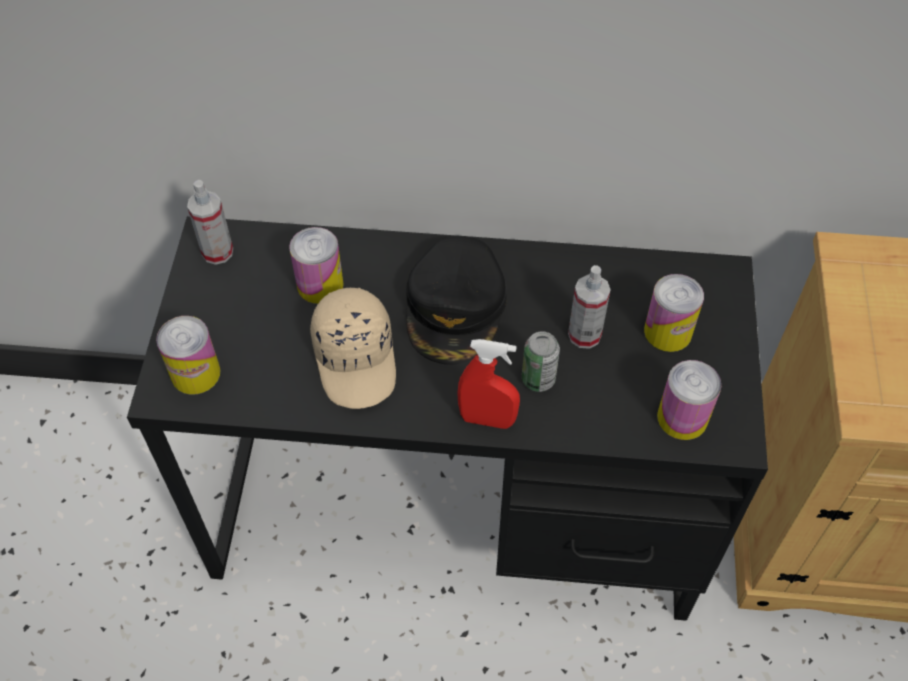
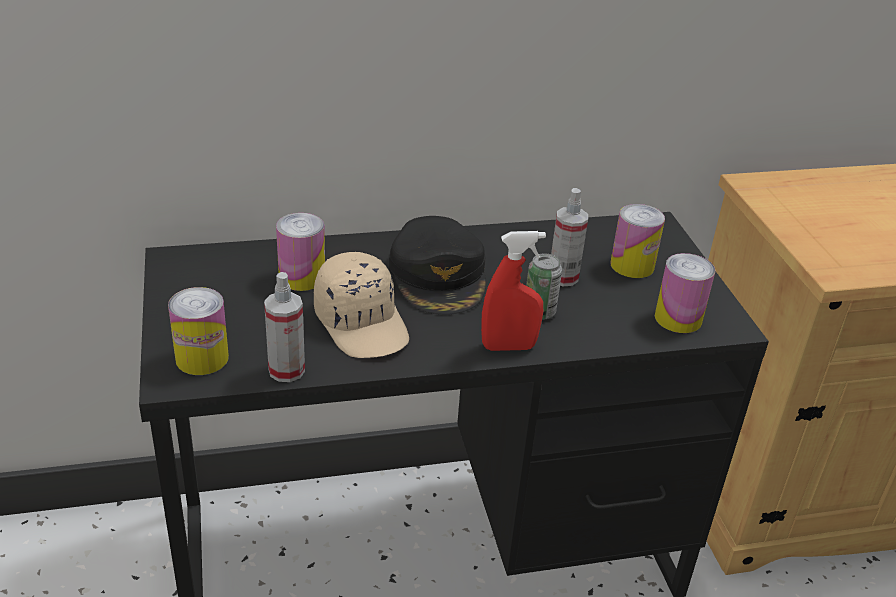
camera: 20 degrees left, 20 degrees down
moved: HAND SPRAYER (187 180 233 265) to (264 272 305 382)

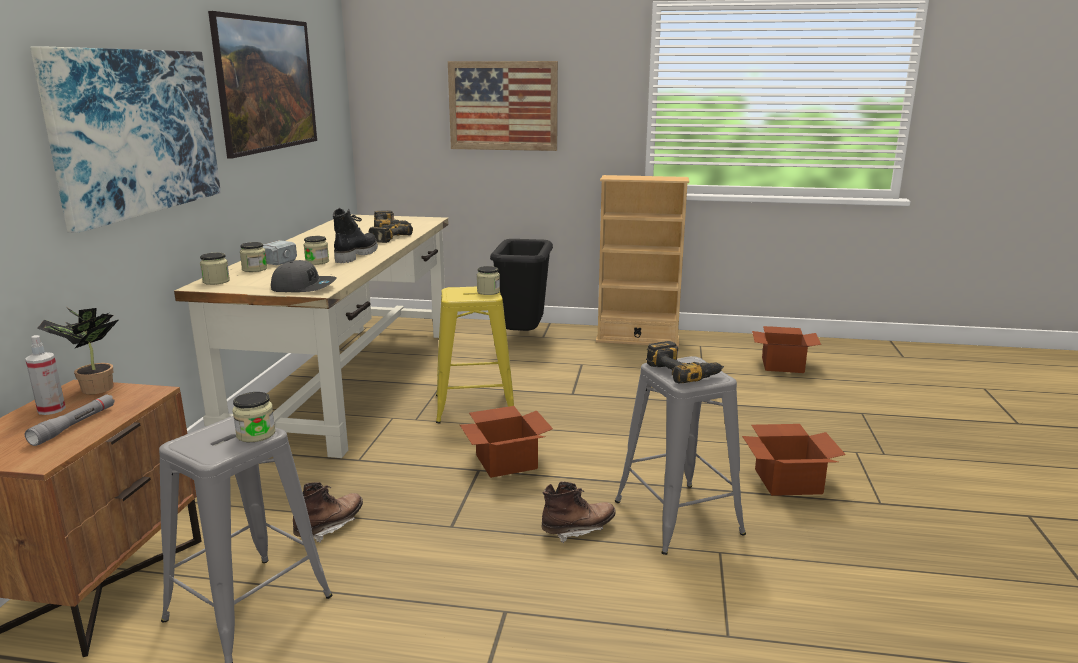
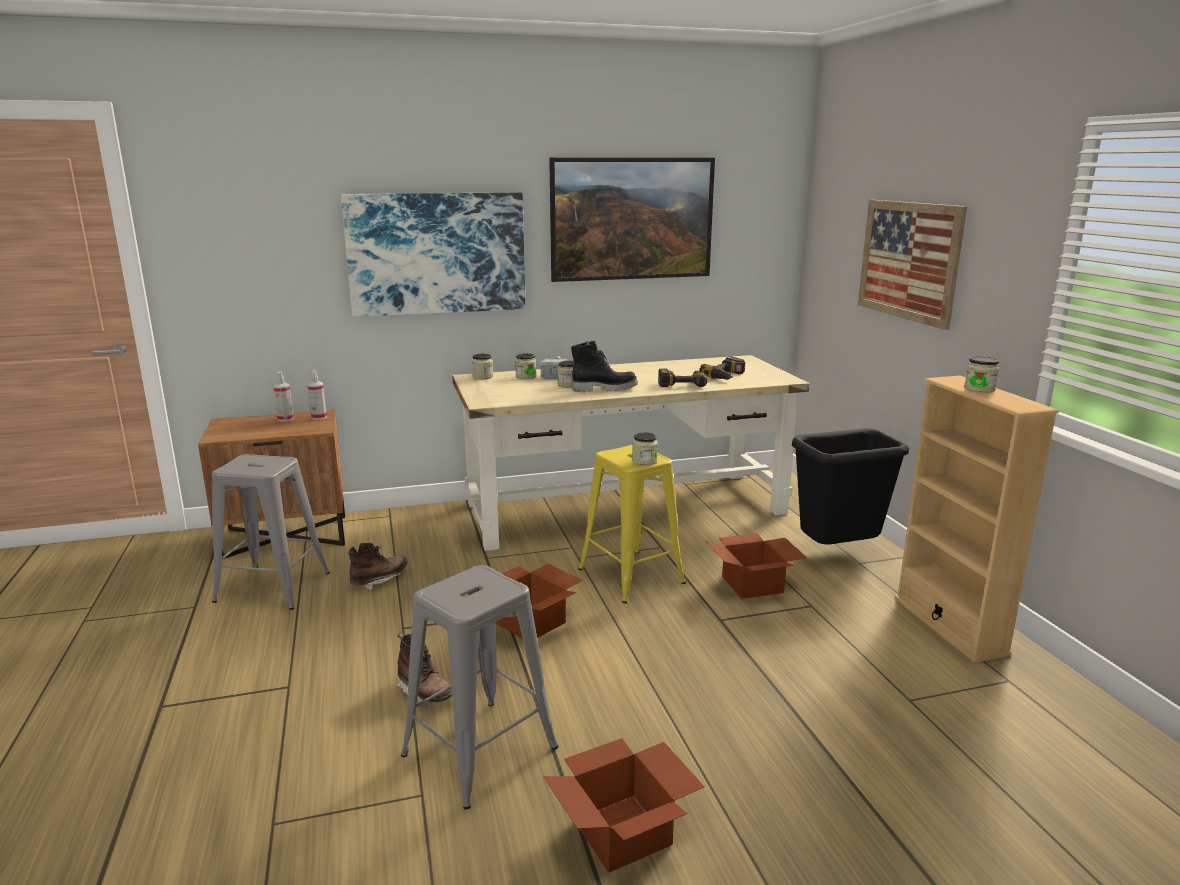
camera: 65 degrees right, 0 degrees up
removed: GREYISH FLASHLIGHT (25 394 115 446); GREYISH CAP (271 260 337 292); ELECTRIC DRILL (646 341 724 384)
moved: JAR (233 392 275 442) to (964 357 999 393); CARDBOARD BOX (752 326 821 373) to (706 533 807 599)
replaced: HOUSEPLANT (37 308 118 394) to HAND SPRAYER (307 370 327 420)
turned: BROWN HIGH-TOP BOOT (293 482 363 543) = (348 543 407 591) 60 degrees counterclockwise

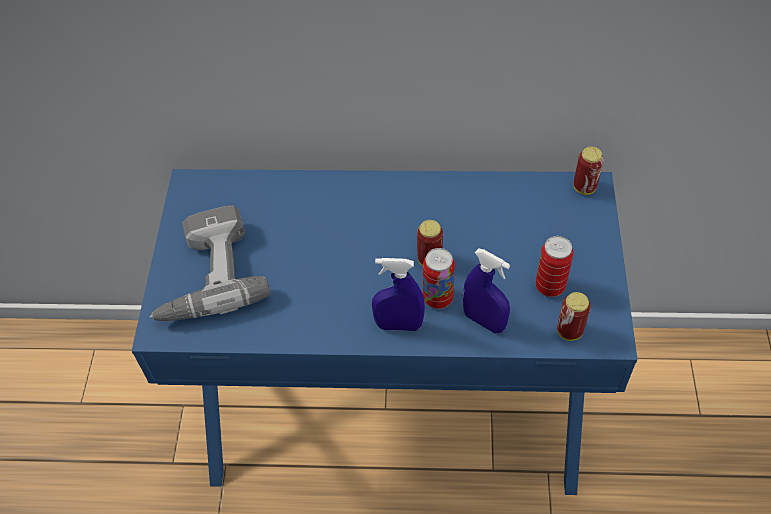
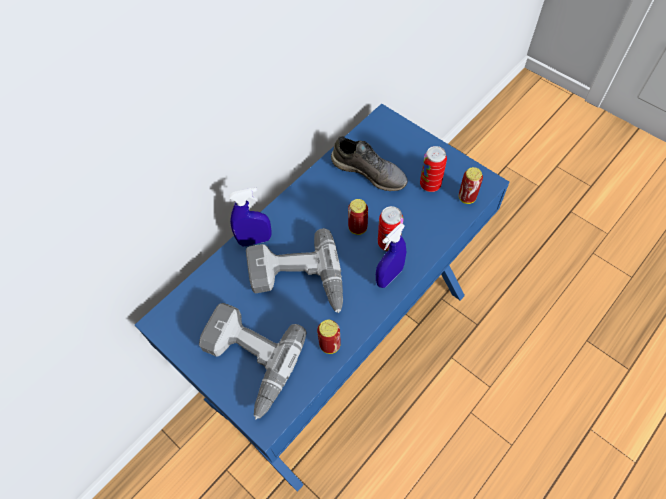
camera: 50 degrees left, 5 degrees up
added: ELECTRIC DRILL (246 228 343 313); GREYISH SHOE (331 136 408 191)
moved: BLUISH HAND SPRAYER (463 248 510 334) to (229 188 272 246); METAL CAN (573 146 604 195) to (317 320 341 354)

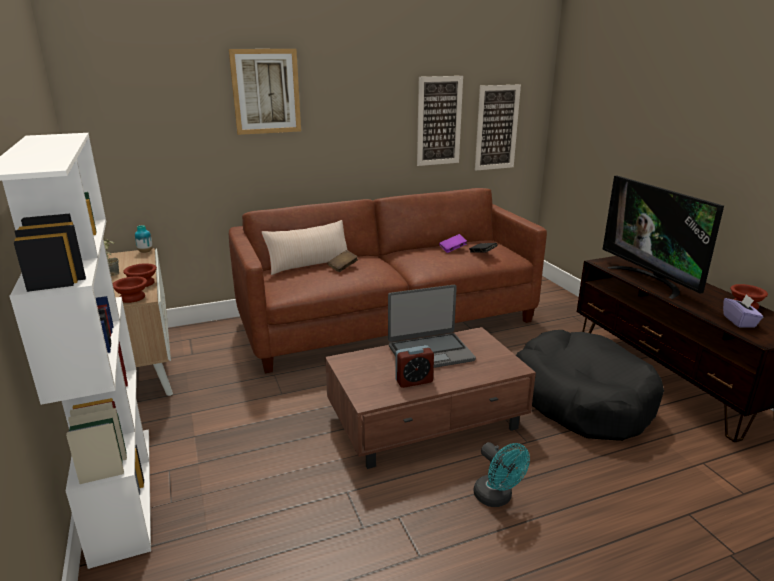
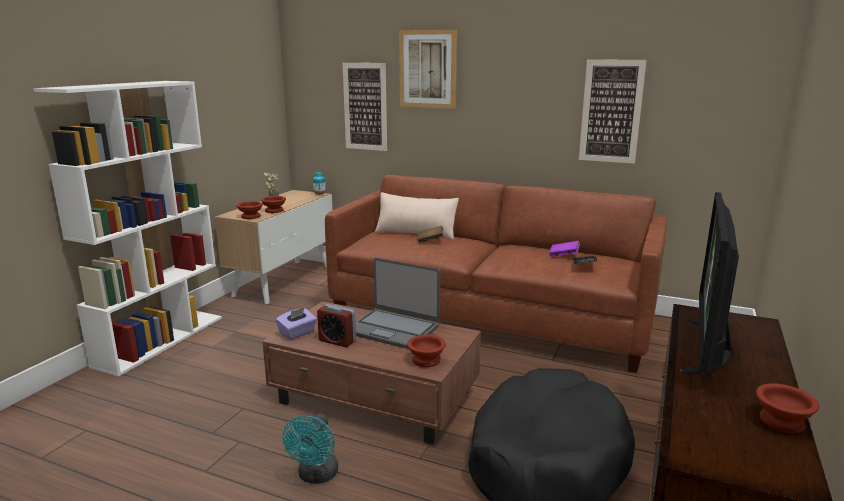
camera: 45 degrees right, 5 degrees down
added: BROWN BOWL (407 334 446 367)
moved: PICTURE (475 84 521 171) to (343 63 387 151); PURPLISH TISSUE BOX (723 294 764 328) to (276 307 317 340)

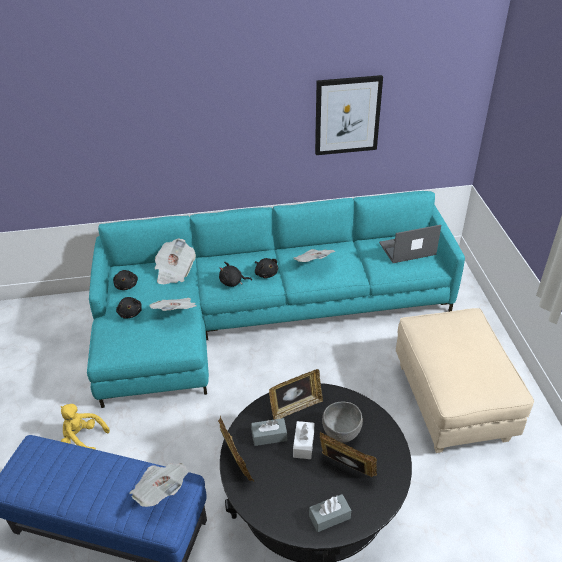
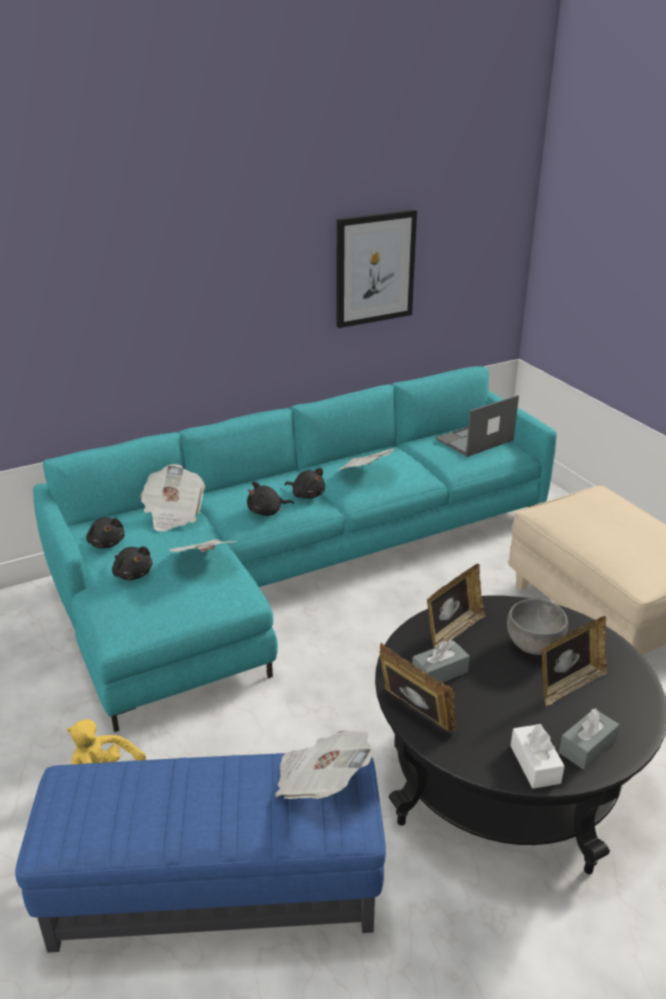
camera: 20 degrees left, 10 degrees down
moved: WHITE TISSUE BOX (293 421 314 459) to (511 724 565 789)
turned: STANDING FRAME (320 432 377 477) = (542 616 608 707) 135 degrees clockwise

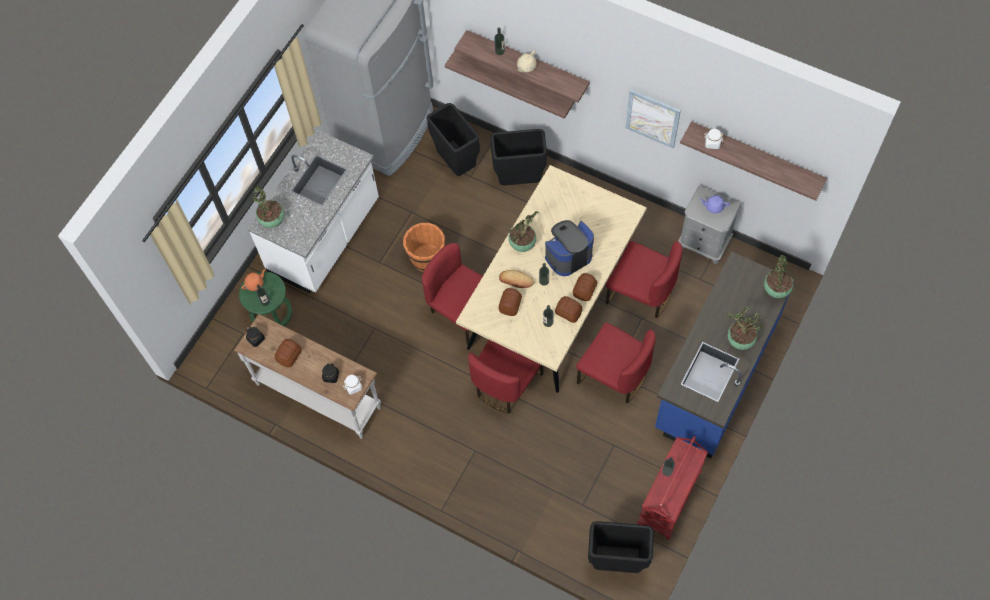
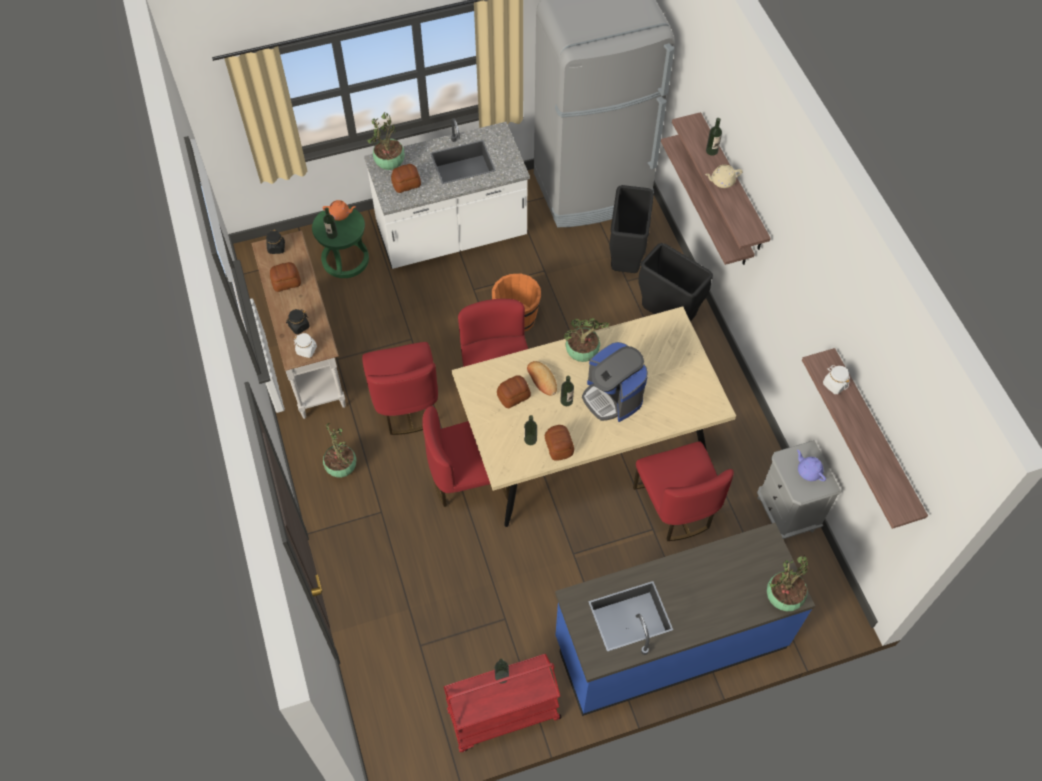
camera: 40 degrees right, 5 degrees down
removed: BLACK-COLOURED RUBBISH BIN (588 521 654 573); PICTURE (625 89 681 148)
moved: BAKED BREAD (573 273 597 301) to (391 164 421 193); RED CHAIR (576 322 656 403) to (362 342 438 435); HOUSEPLANT (727 307 763 350) to (323 423 356 477)
turned: COFFEE MACHINE (545 220 594 276) = (582 342 648 422) 135 degrees counterclockwise

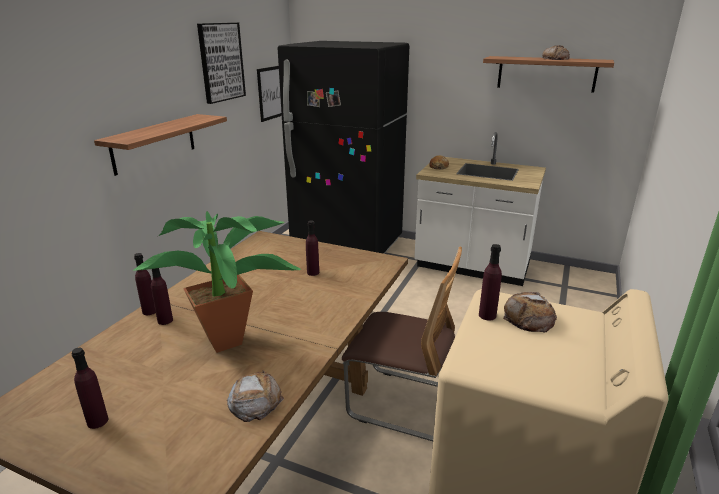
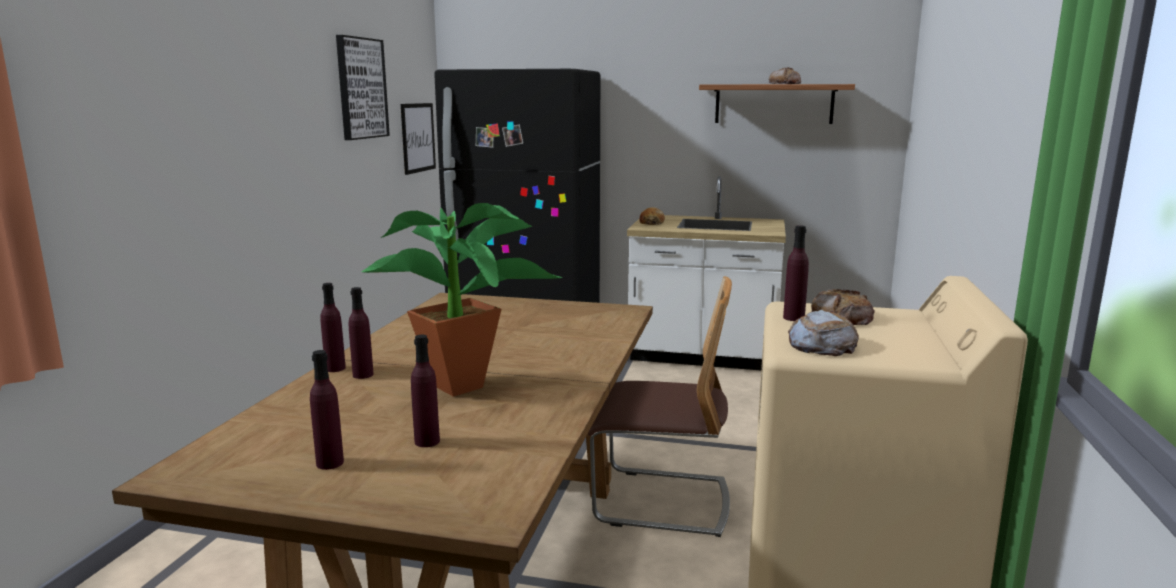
camera: 10 degrees left, 10 degrees down
removed: BRACKET SHELF (94 114 227 176)
moved: BAKED BREAD (227 370 284 422) to (788 309 859 356); PURPLISH DRINK BOTTLE (306 220 319 276) to (411 335 440 447)

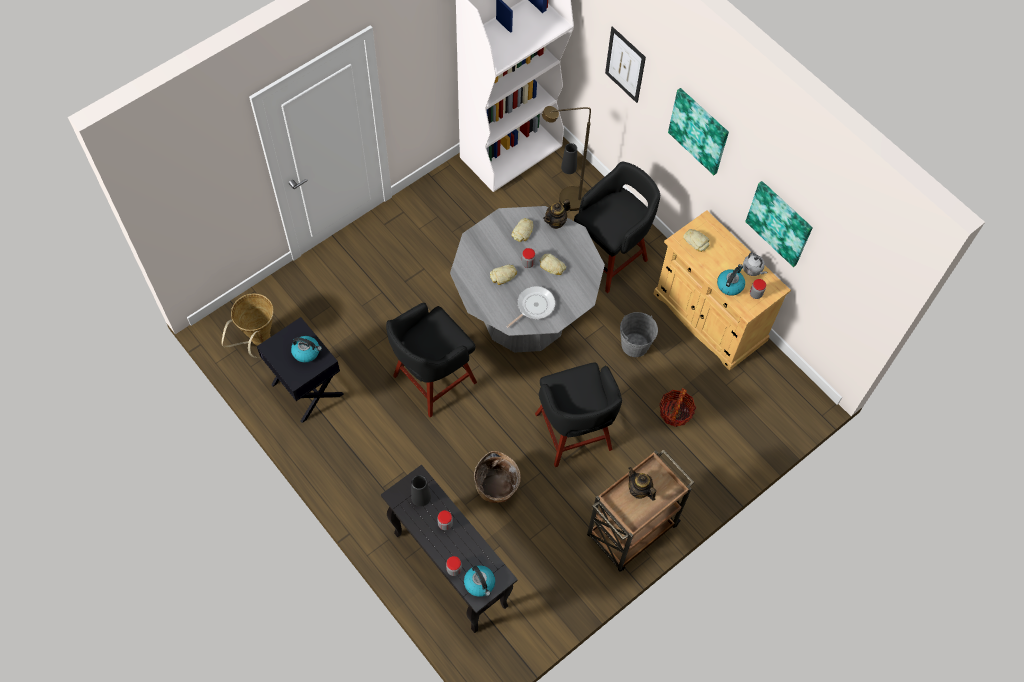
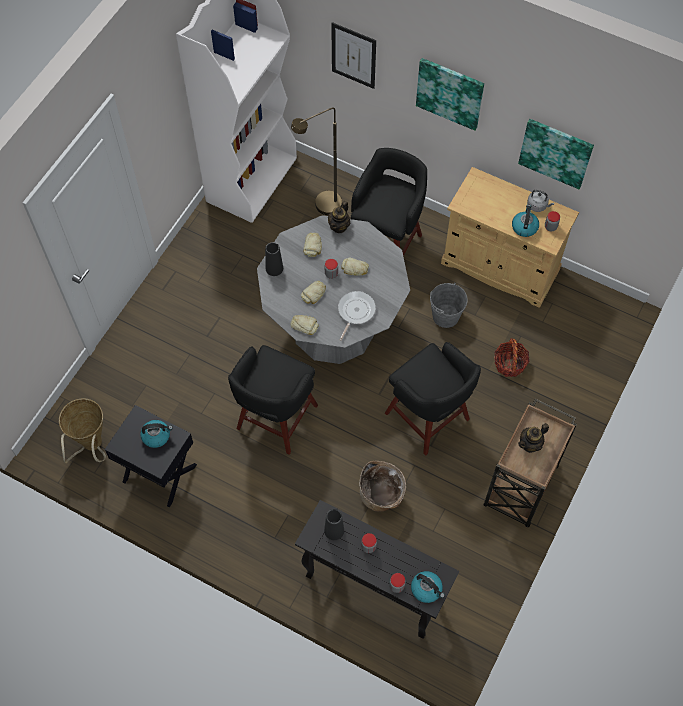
camera: 20 degrees left, 0 degrees up
moved: BLACK-COLOURED VASE (561 143 577 174) to (265 242 283 276); BAKED BREAD (683 229 709 252) to (290 315 319 335)
turned: TEAPOT (628 467 656 501) = (518 423 549 453) 60 degrees counterclockwise

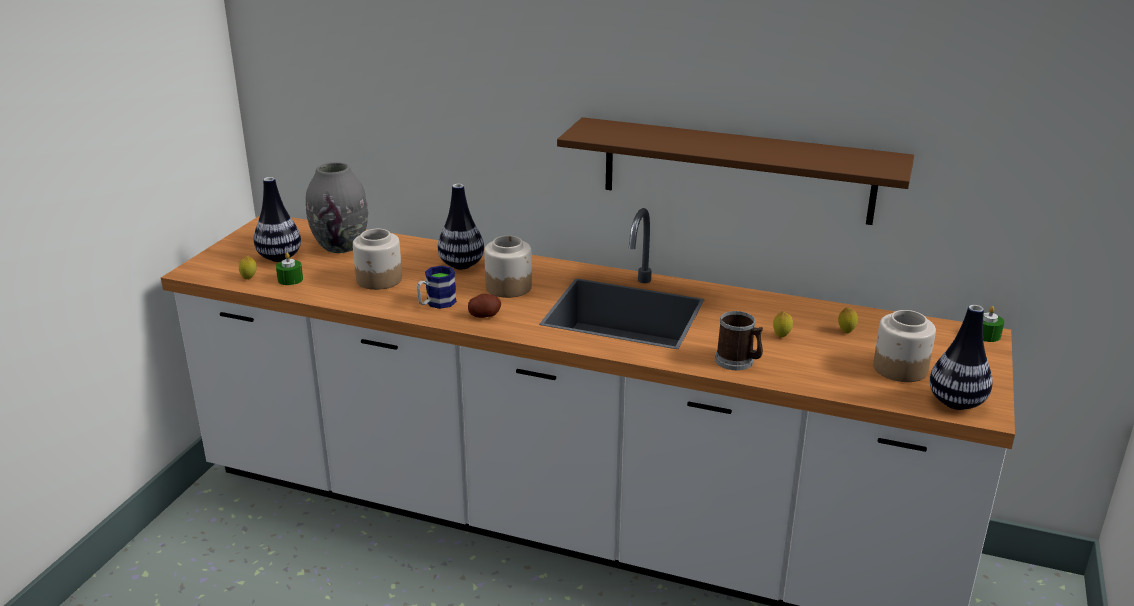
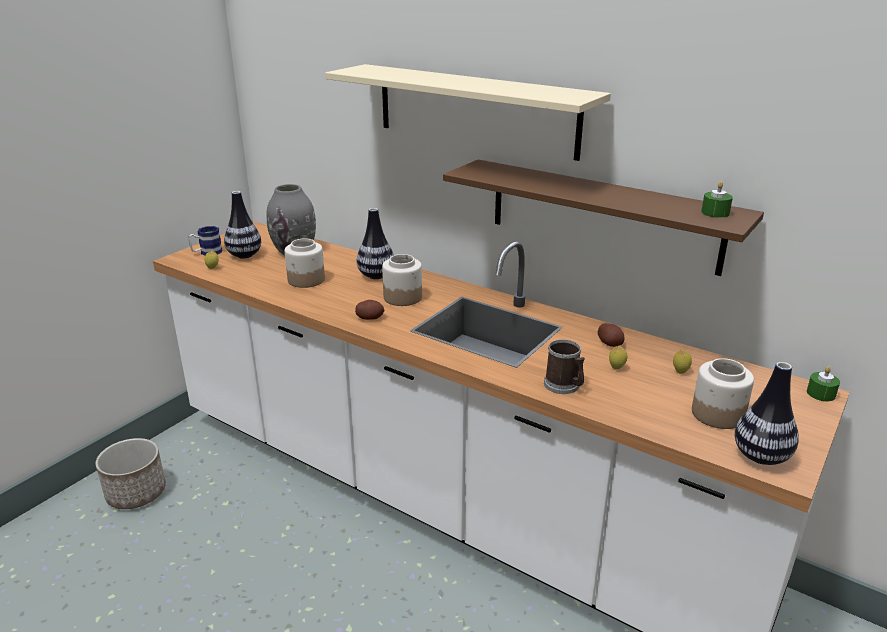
camera: 15 degrees right, 0 degrees up
added: PLANT POT (95 438 166 509); BEIGE BRACKET SHELF (325 64 611 161); POTATO (598 323 625 347)
moved: GREENISH WAX LIGHT (276 253 303 285) to (701 182 733 218); COFFEE MUG (417 265 457 309) to (188 226 222 255)

